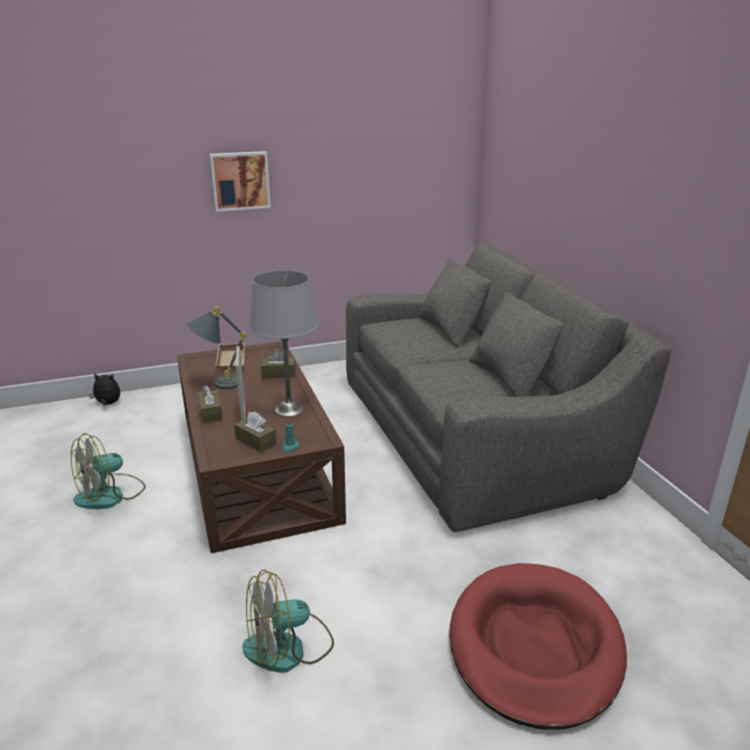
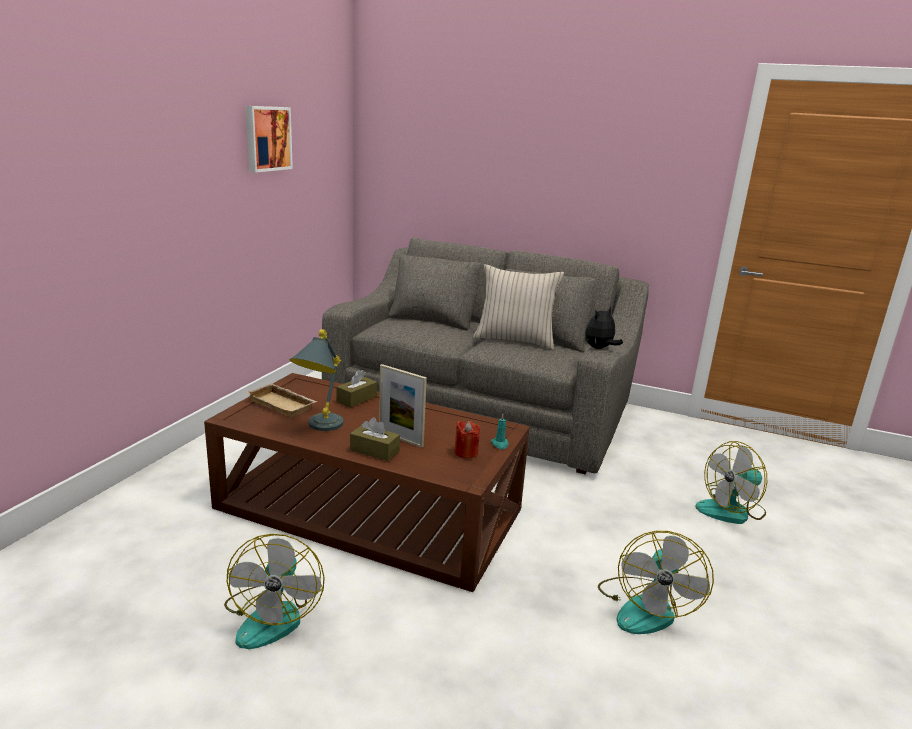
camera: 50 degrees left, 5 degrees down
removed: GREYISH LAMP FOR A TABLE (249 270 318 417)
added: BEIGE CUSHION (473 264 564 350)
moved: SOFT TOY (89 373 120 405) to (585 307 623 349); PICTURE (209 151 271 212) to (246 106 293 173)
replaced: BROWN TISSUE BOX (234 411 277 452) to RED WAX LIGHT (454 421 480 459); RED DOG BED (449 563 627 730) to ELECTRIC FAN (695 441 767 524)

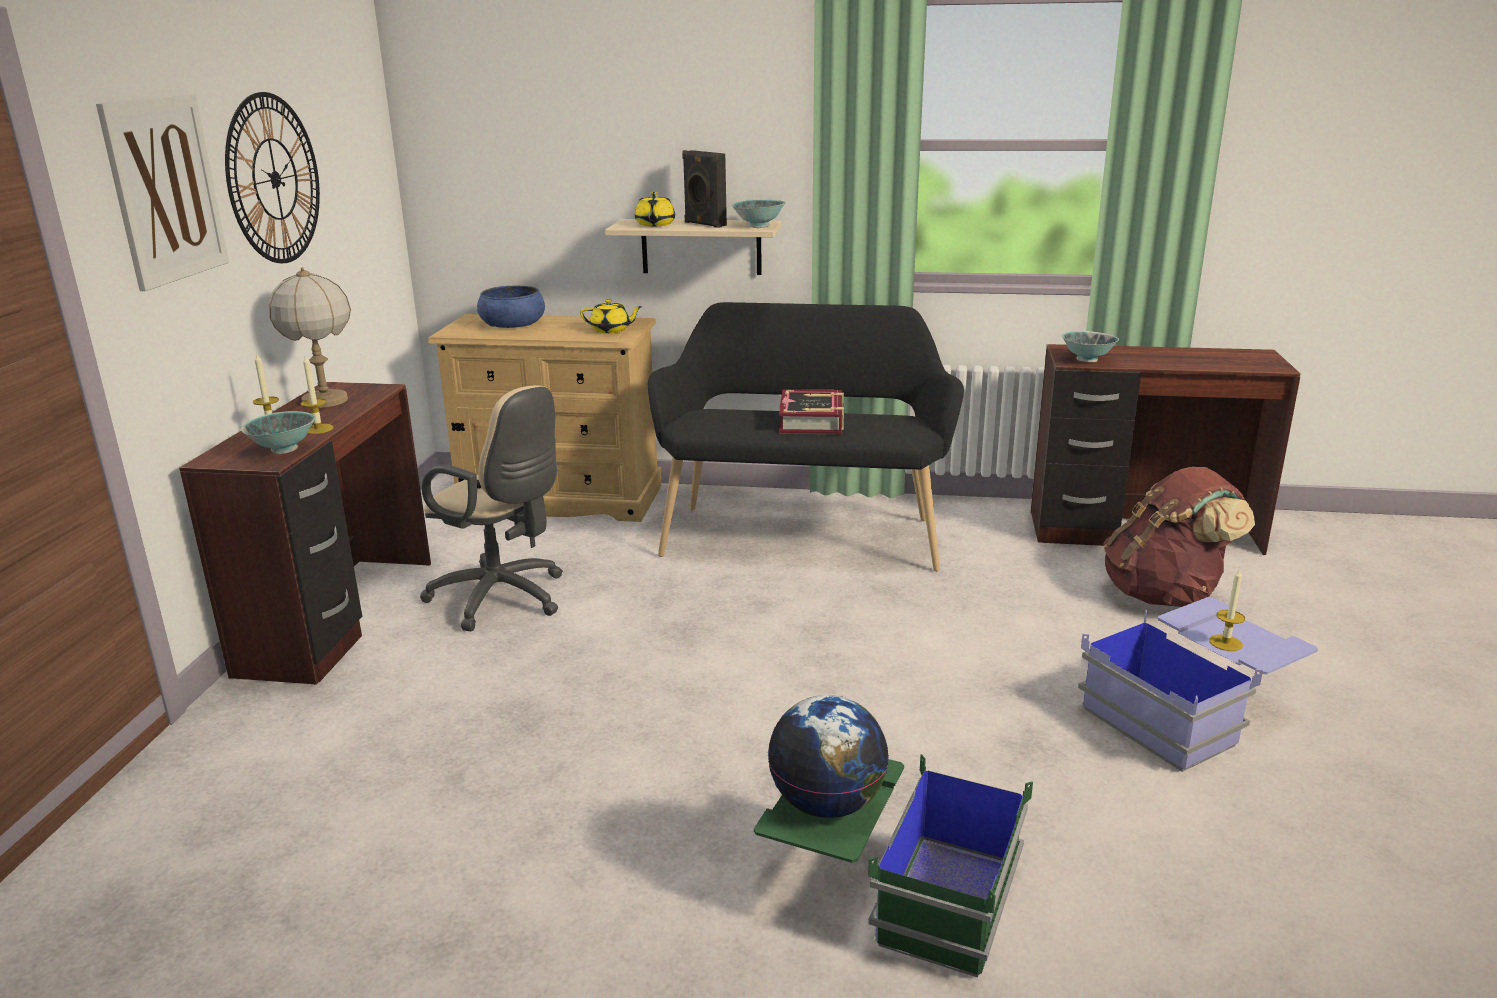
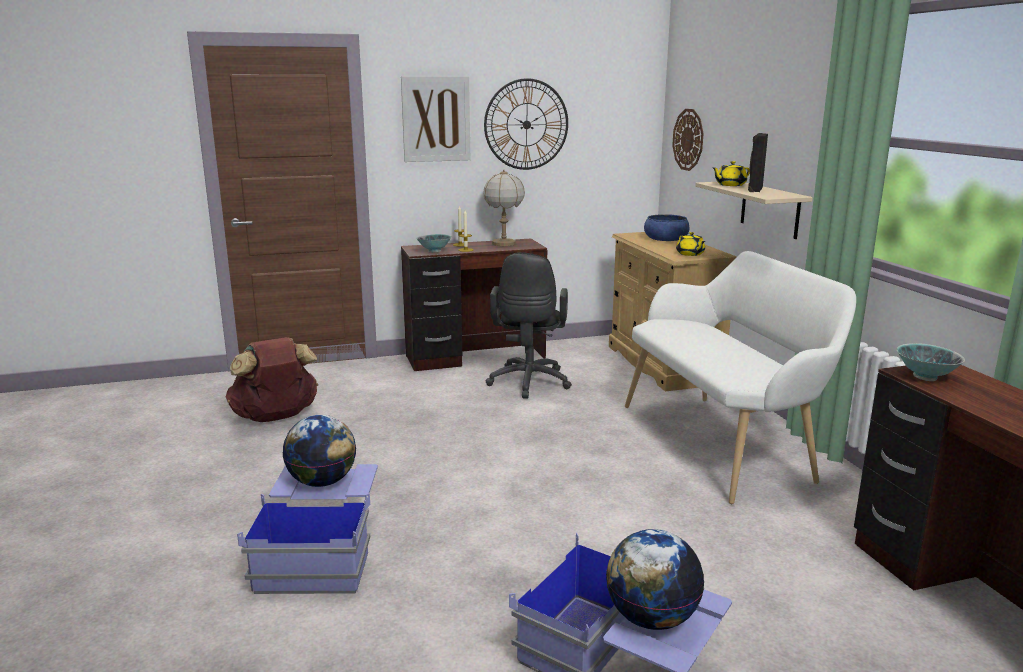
camera: 65 degrees right, 5 degrees down
removed: BOWL (732 199 785 228); BOUND BOOK (779 389 844 434)
added: HANGING CLOCK (672 109 704 171)
moved: BROWN BACKPACK (1103 467 1255 607) to (226 337 318 422)
replaced: WAX LIGHT (1209 568 1245 651) to WORLD GLOBE (606 529 704 630)
recoloured: BEIGE DESK CHAIR (420 385 563 631) to BLACK-COLOURED DESK CHAIR (486 252 572 399); BLACK-COLOURED INDOOR BENCH (648 302 964 572) to WHITE INDOOR BENCH (625 251 856 504); GREENISH STORAGE BIN (754 754 1033 978) to BLUISH STORAGE BIN (237 464 378 594)

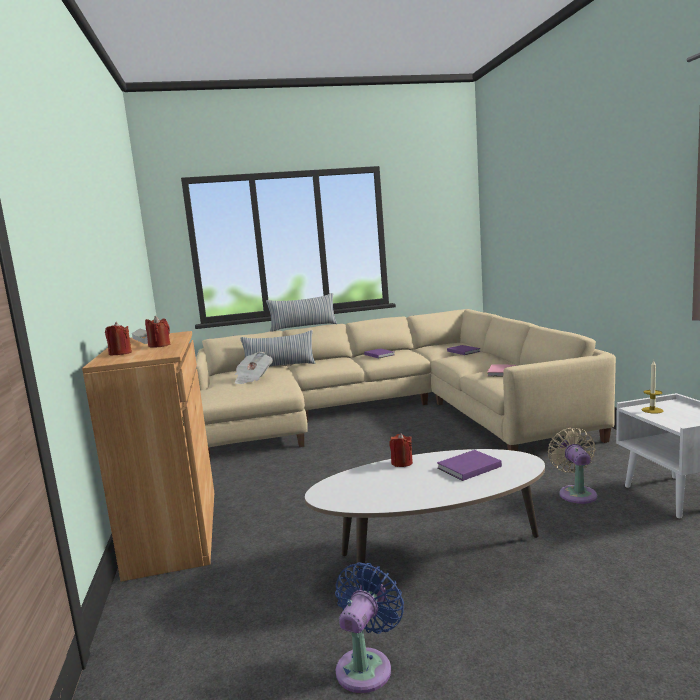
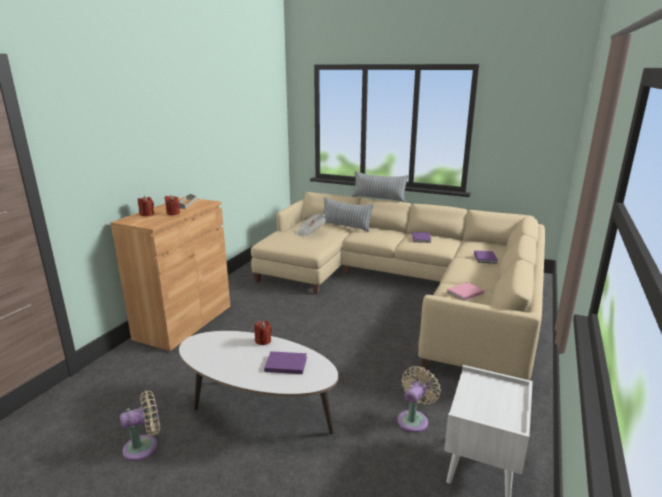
camera: 35 degrees right, 10 degrees up
removed: WAX LIGHT (642 361 663 414)
recoloured: BLUISH ELECTRIC FAN (335 562 404 693) to BEIGE ELECTRIC FAN (120 391 160 461)

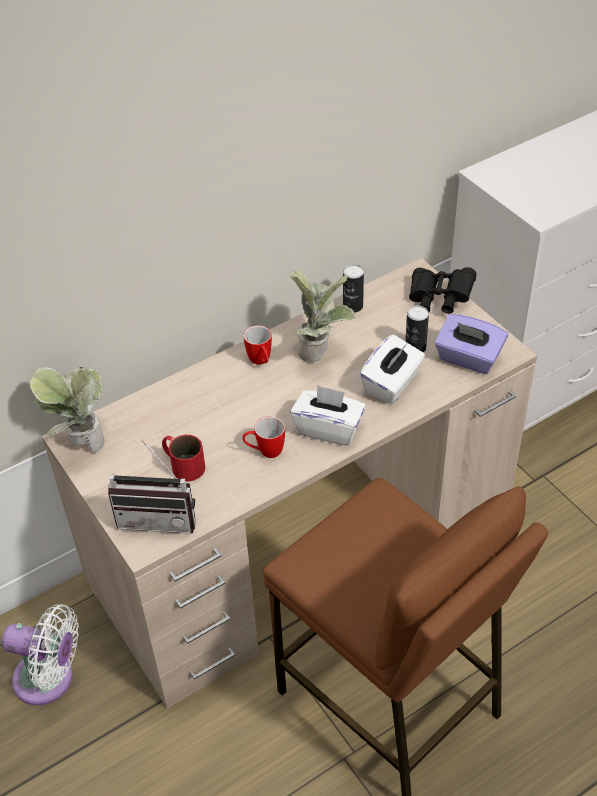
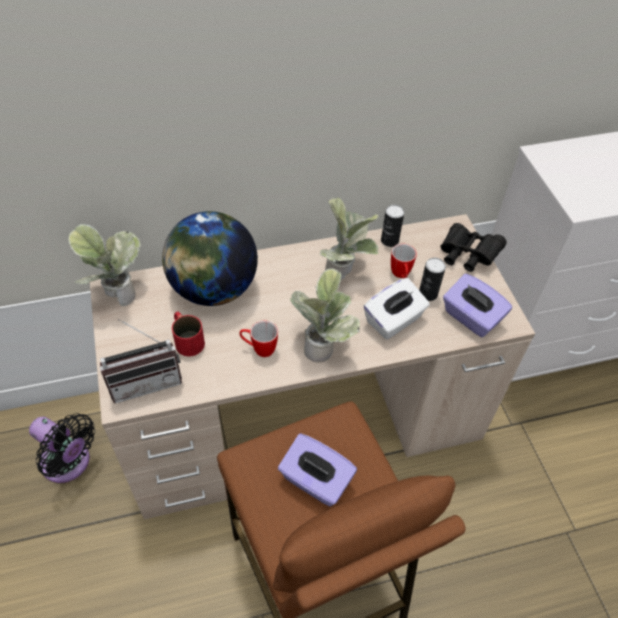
camera: 15 degrees right, 5 degrees up
added: WORLD GLOBE (162 211 258 306); PURPLISH TISSUE BOX (278 433 357 507)
moved: COFFEE MUG (243 325 272 365) to (391 244 417 279)
replaced: WHITE TISSUE BOX (290 385 366 446) to HOUSEPLANT (290 268 360 363)
recoloured: WHITE ELECTRIC FAN (2 604 79 705) to BLACK-COLOURED ELECTRIC FAN (29 413 95 483)
turned: RADIO (108 440 196 534) = (100 319 182 404) 45 degrees counterclockwise

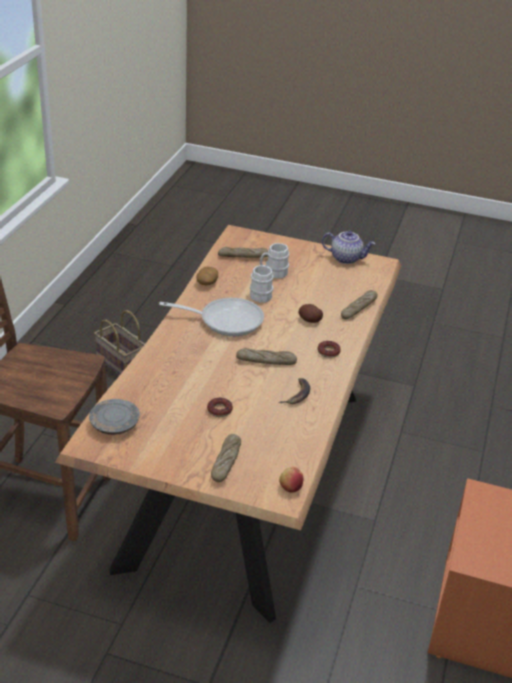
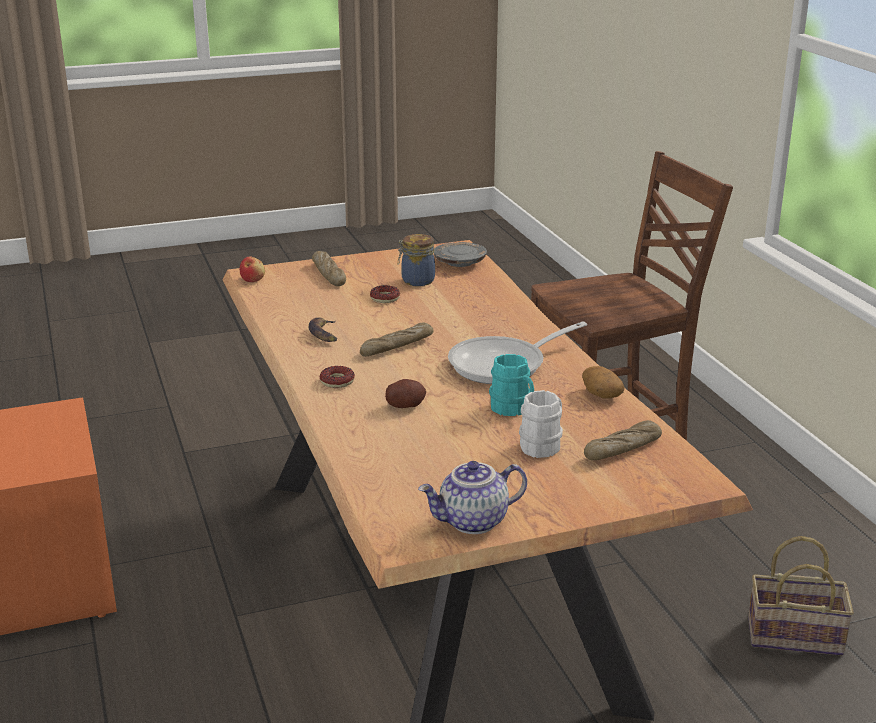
camera: 145 degrees right, 10 degrees down
removed: BAKED BREAD (341 290 378 320)
added: JAR (398 234 435 286)
recoloured: WHITE COFFEE MUG (250 265 273 302) to TURQUOISE-COLOURED COFFEE MUG (489 354 534 416)

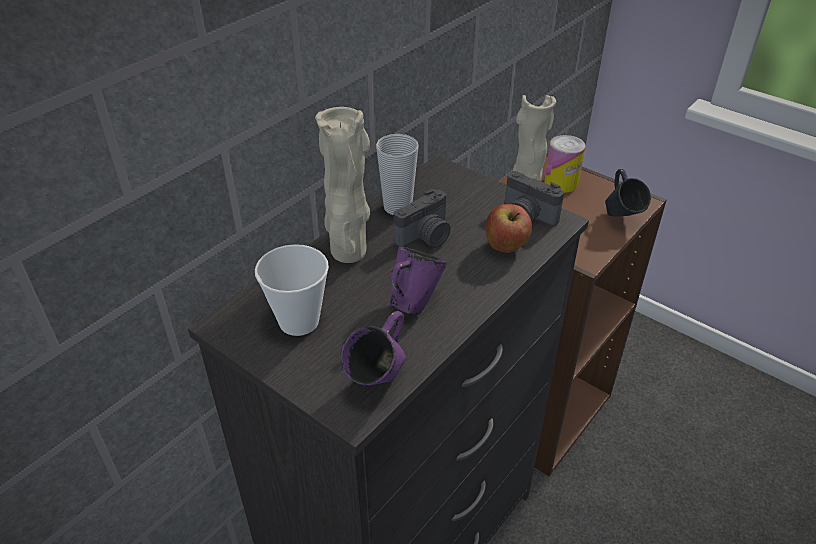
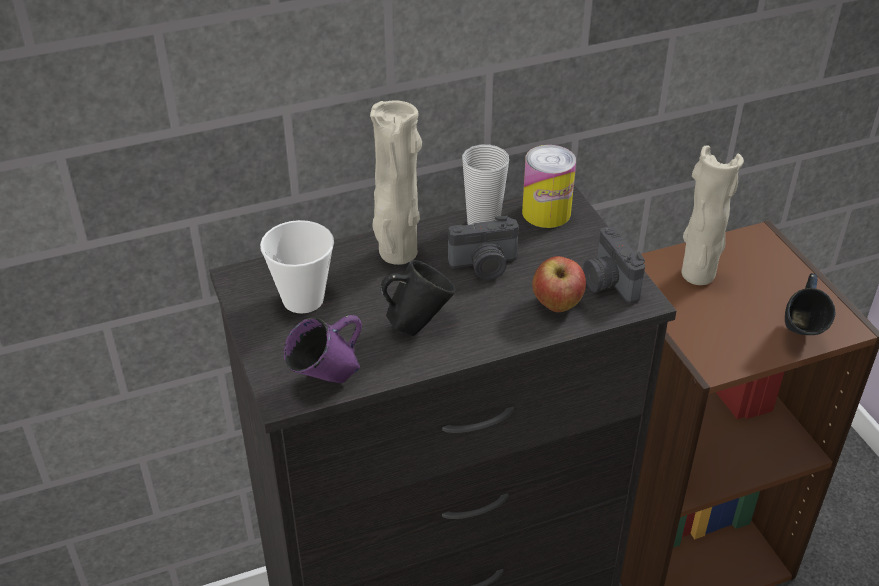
camera: 30 degrees right, 0 degrees up
moved: METAL CAN (544 135 586 193) to (522 145 576 228)
recoloured: PURPLISH COFFEE MUG (390 246 447 315) to BLACK-COLOURED COFFEE MUG (381 260 456 336)

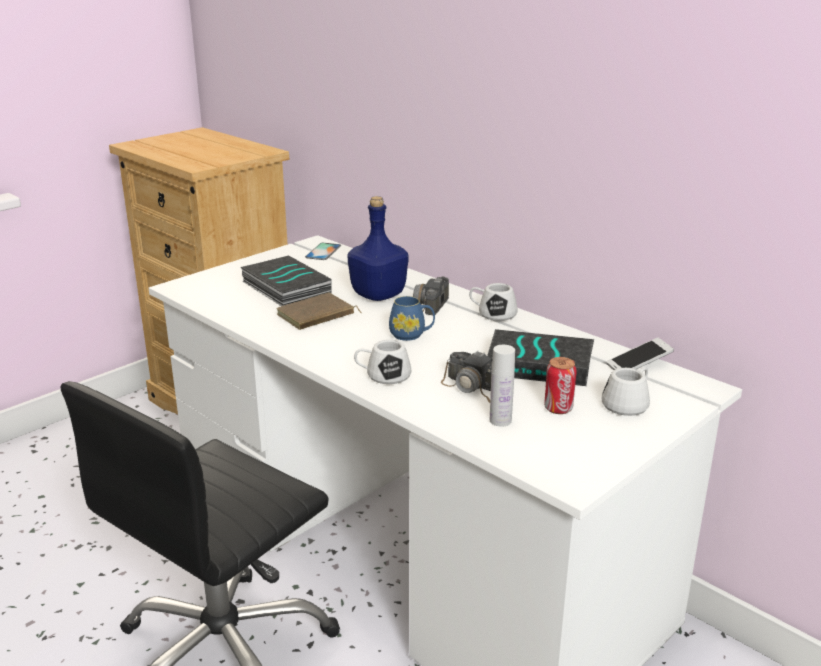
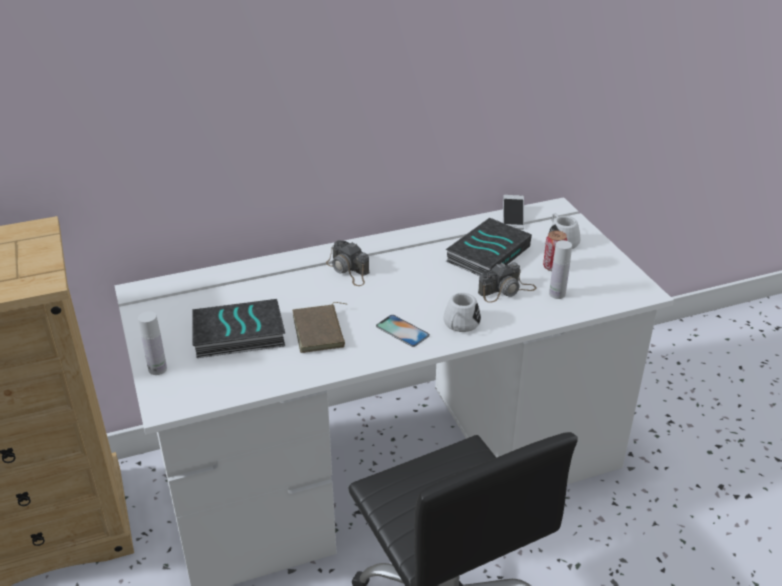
camera: 65 degrees left, 10 degrees up
removed: BLUISH DRINK BOTTLE (347 196 409 301); BLUISH COFFEE MUG (389 296 435 341); WHITE COFFEE MUG (469 283 517 321)
added: WHITE DRINK BOTTLE (138 311 167 375)
moved: PHONE (305 243 341 260) to (376 315 430 347)

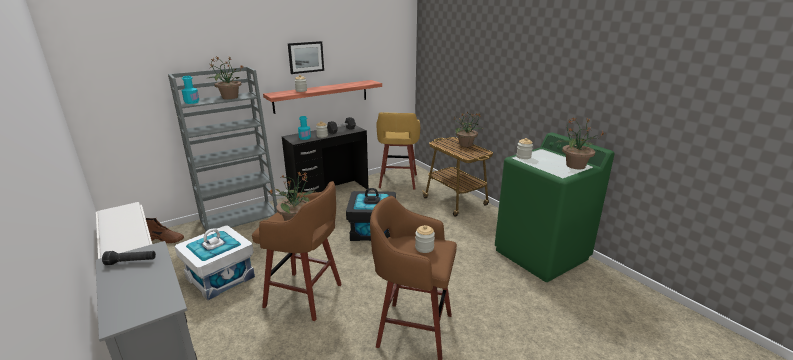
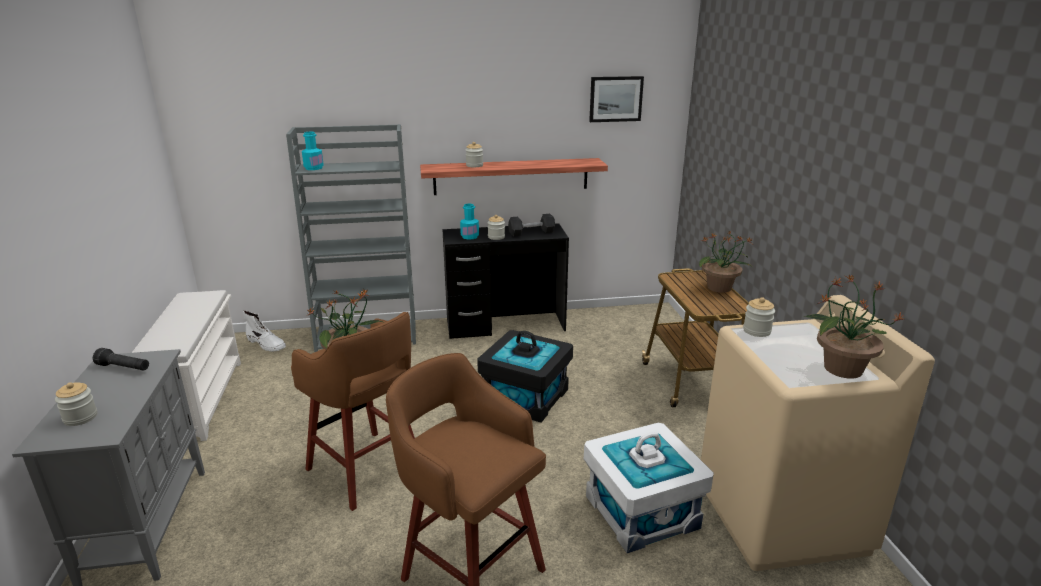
camera: 25 degrees right, 0 degrees up
removed: HOUSEPLANT (208 56 244 99); YELLOWISH STOOL SEAT (376 112 420 190)
moved: WHITE STORAGE BIN (175 226 255 300) to (584 423 714 553); PICTURE (288 41 324 74) to (589 76 644 122); JAR (415 225 435 253) to (55 382 97 426)
recoloured: BROWN HIGH-TOP BOOT (146 218 184 243) to WHITE HIGH-TOP BOOT (243 310 286 352); GREENISH WASHING MACHINE (495 133 615 282) to BEIGE WASHING MACHINE (701 295 935 571)

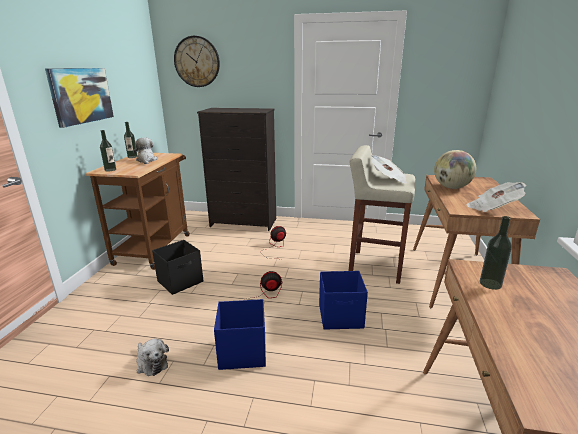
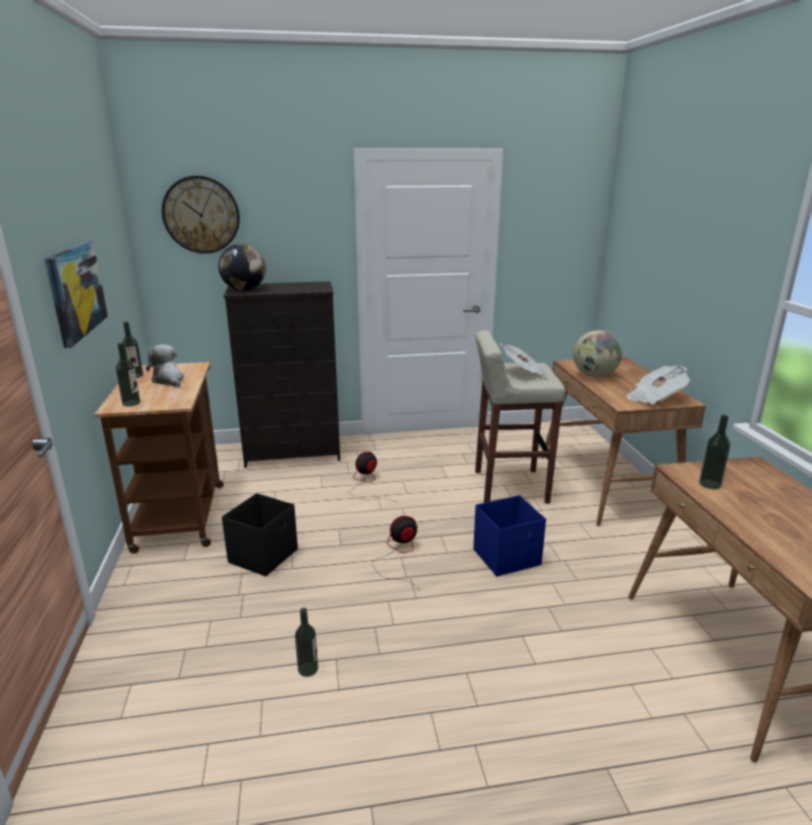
camera: 20 degrees left, 0 degrees up
removed: BLUISH STORAGE BIN (214 299 266 370)
added: WORLD GLOBE (218 244 266 291)
replaced: SOFT TOY (136 338 169 376) to DRINK BOTTLE (295 608 318 677)

